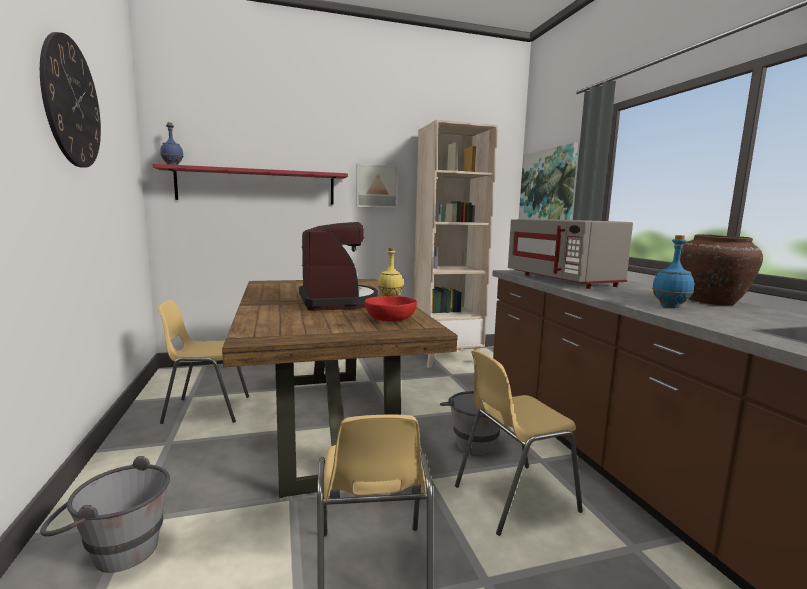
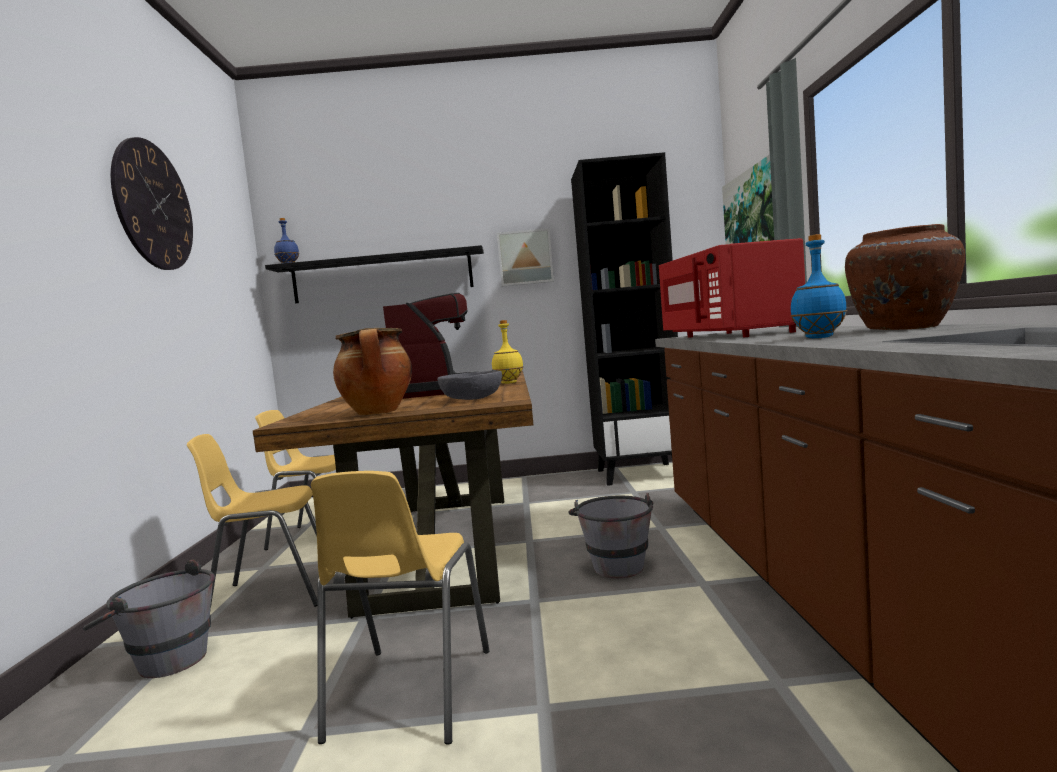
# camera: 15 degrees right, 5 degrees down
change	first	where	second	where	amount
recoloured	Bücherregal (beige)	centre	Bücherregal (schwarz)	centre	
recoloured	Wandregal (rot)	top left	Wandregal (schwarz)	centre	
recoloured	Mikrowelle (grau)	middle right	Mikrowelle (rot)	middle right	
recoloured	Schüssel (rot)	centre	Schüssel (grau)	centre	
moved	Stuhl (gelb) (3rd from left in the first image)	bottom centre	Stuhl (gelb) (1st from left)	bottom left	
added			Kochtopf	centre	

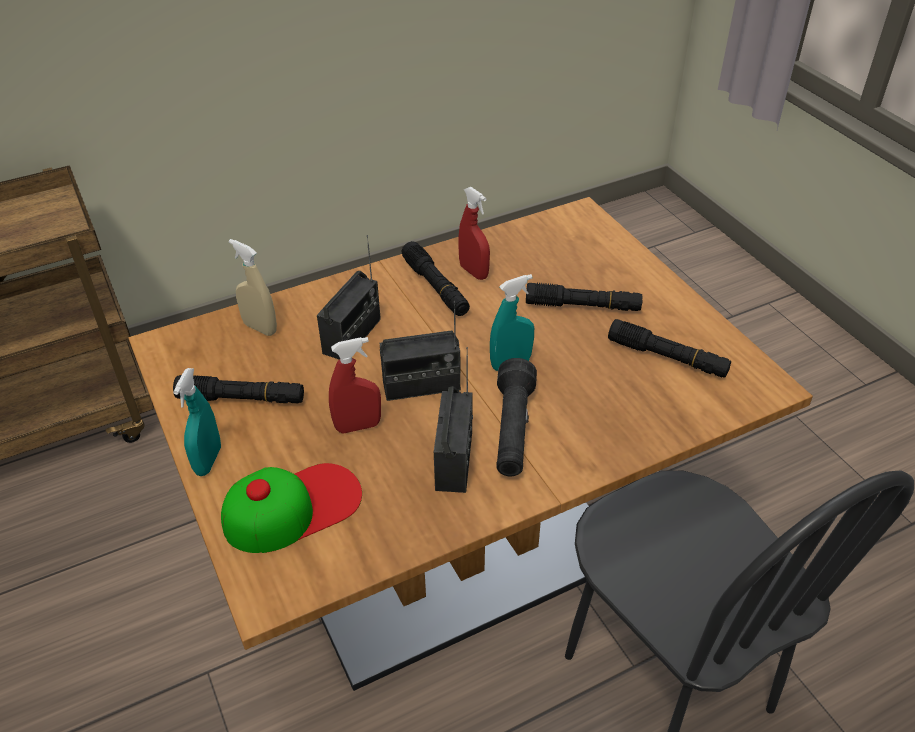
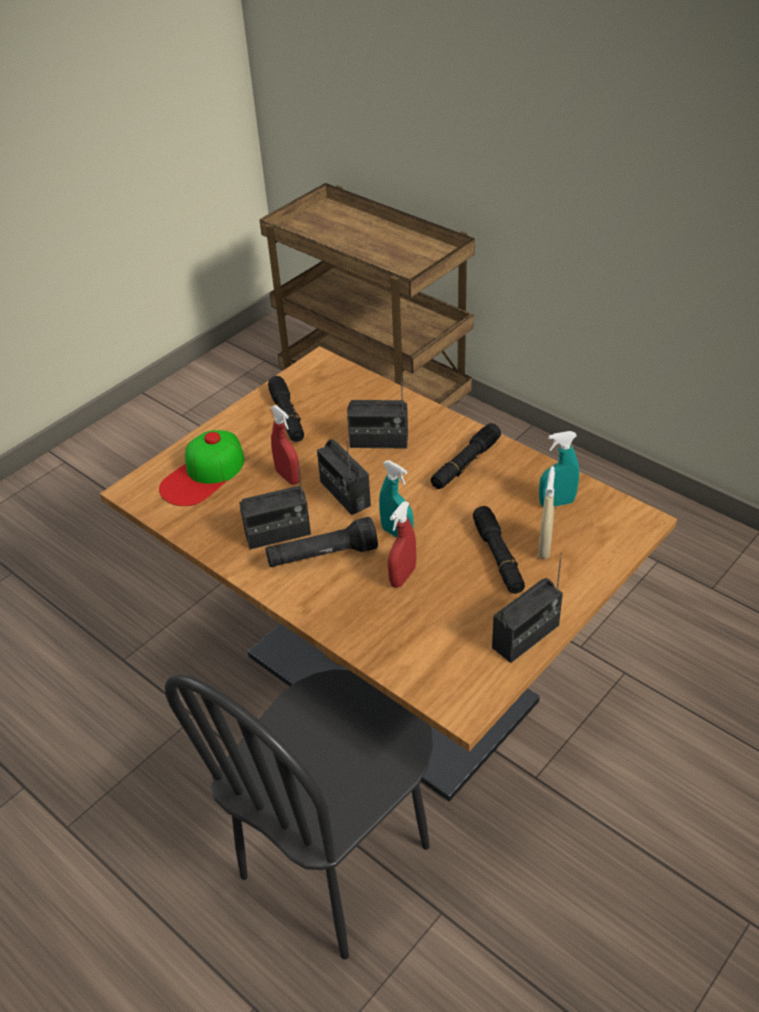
# camera: 70 degrees right, 0 degrees up
change	first	where	second	where	amount
moved	Sprühflasche (rot) (2nd from left)	top centre		centre	
moved	Sprühflasche (beige)	middle left		middle right	
removed	Taschenlampe (schwarz) (5th from left)	middle right			
moved	Sprühflasche (türkis) (1st from left in the first image)	middle left	Sprühflasche (türkis) (2nd from left)	middle right	
turned	Kappe	bottom left		middle left	90 degrees clockwise
added			Radio (4th from left)	middle right	

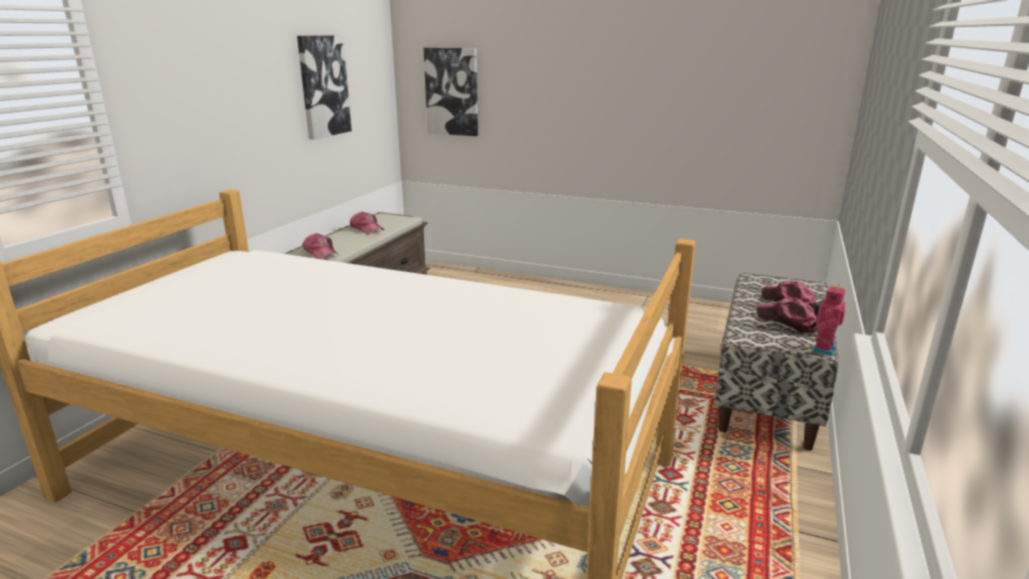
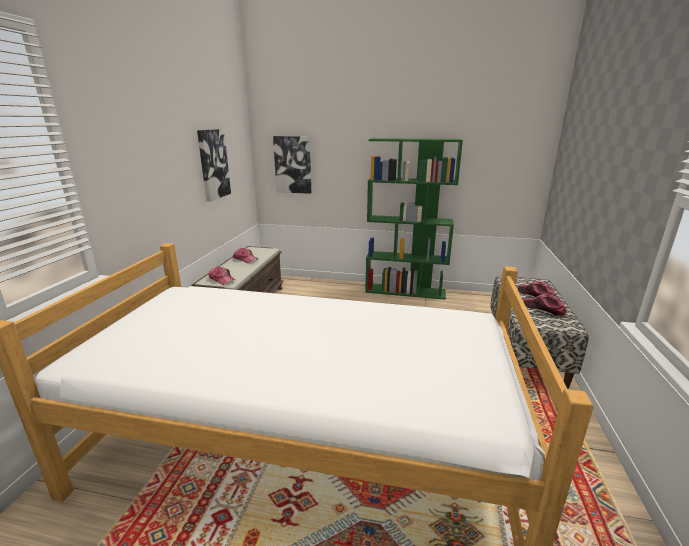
# camera: 10 degrees left, 0 degrees up
change	first	where	second	where	amount
removed	Spielzeugroboter	middle right			
added			Bücherregal (grün)	centre	

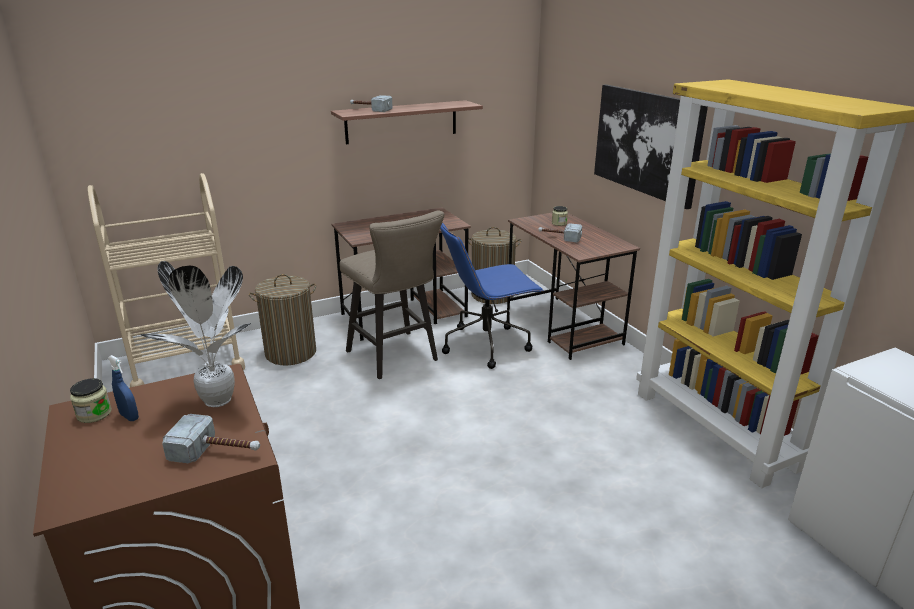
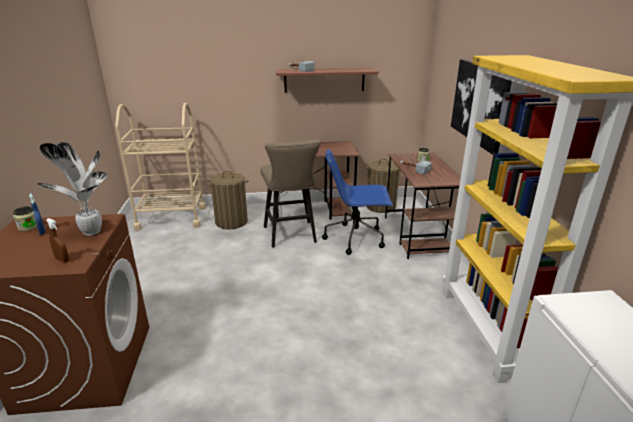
# camera: 20 degrees right, 0 degrees up
change	first	where	second	where	amount
replaced	Hammer (1st from left)	bottom left	Sprühflasche (braun)	middle left	

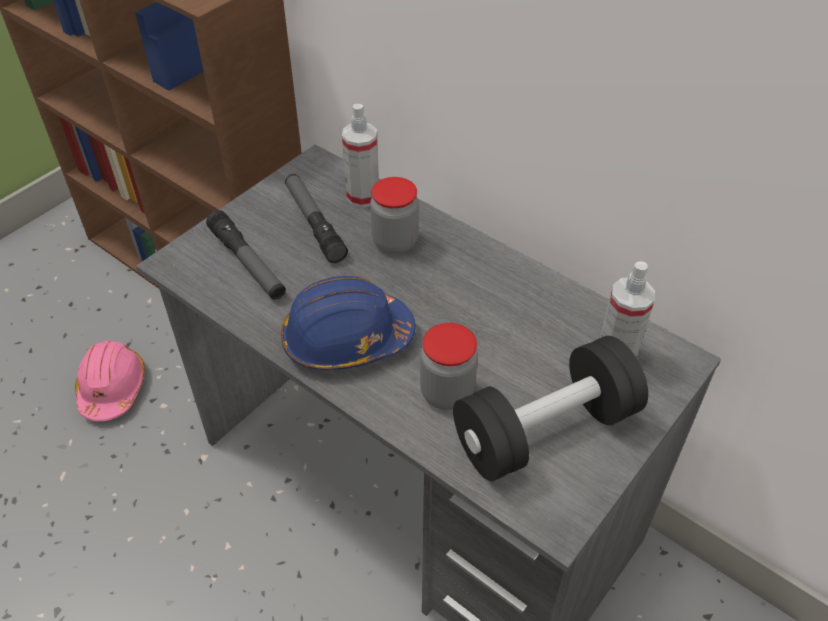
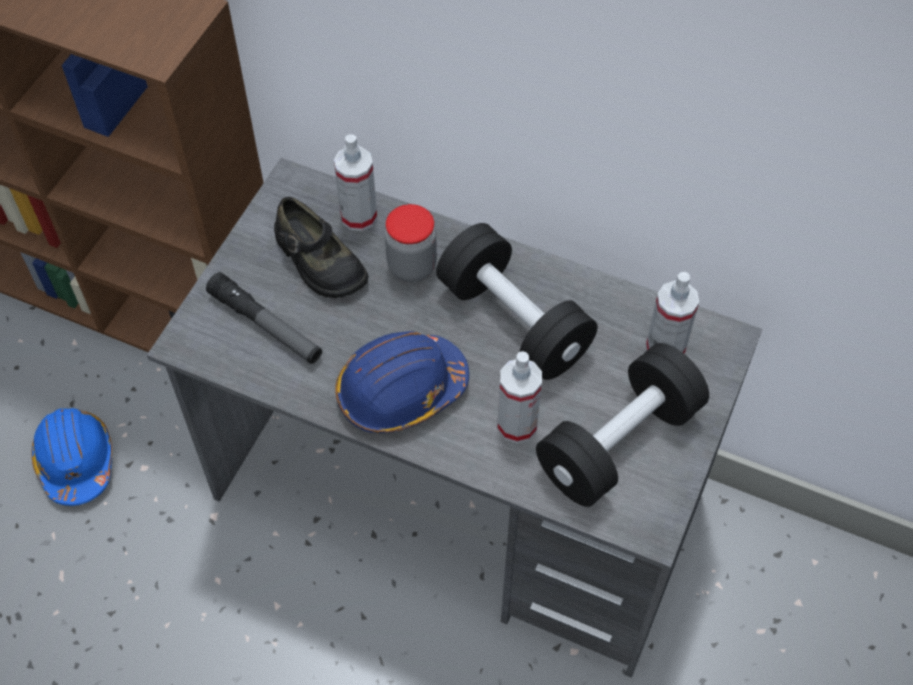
# camera: 15 degrees left, 10 degrees up
change	first	where	second	where	amount
replaced	Taschenlampe (2nd from left)	centre	Schuh (schwarz)	centre	
replaced	Vorratsglas (2nd from left)	centre	Sprühflasche (2nd from left)	centre	
recoloured	Schutzhelm (rosa)	middle left	Schutzhelm (blau) (1st from left)	bottom left	
added			Hantel (schwarz) (1st from left)	centre	

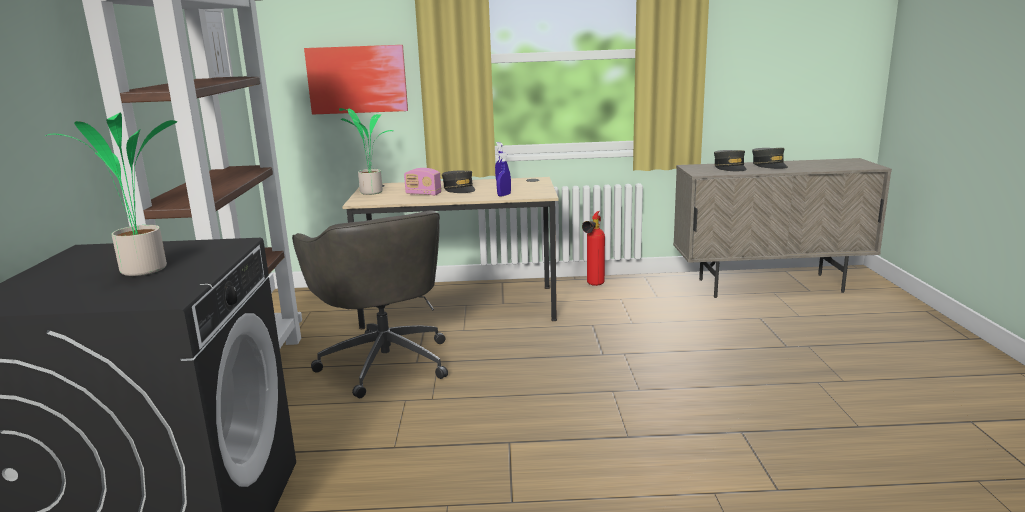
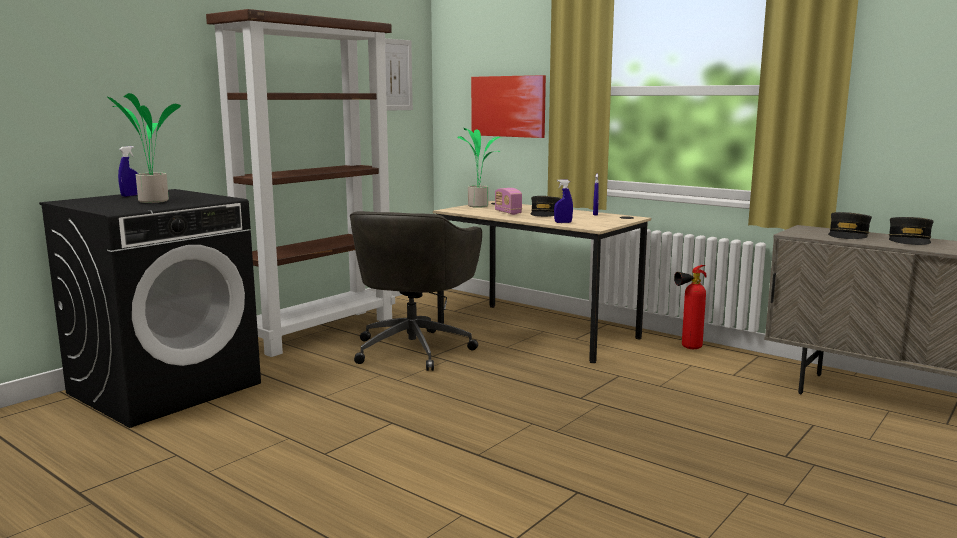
# camera: 40 degrees right, 5 degrees down
change	first	where	second	where	amount
added			Sprühflasche (blau) (1st from left)	top left	

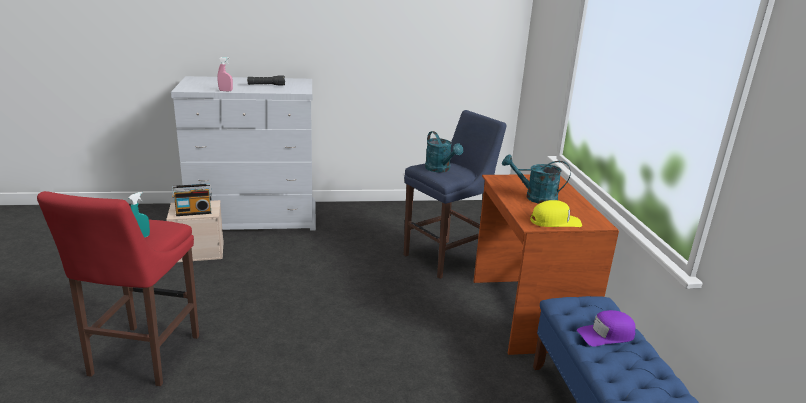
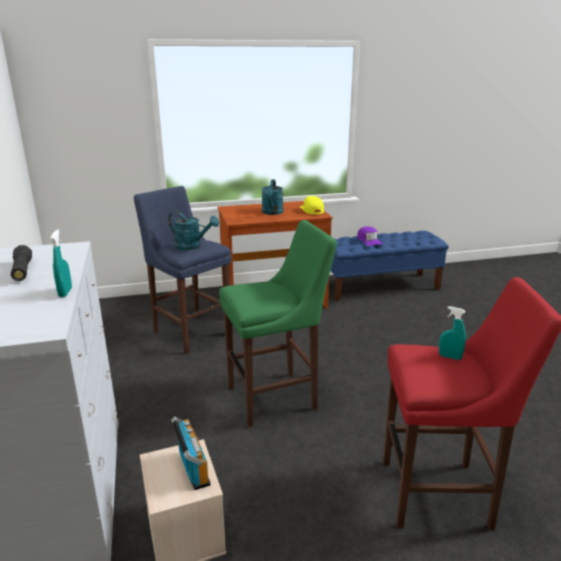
# camera: 95 degrees left, 0 degrees up
change	first	where	second	where	amount
recoloured	Sprühflasche (rosa)	top left	Sprühflasche (türkis) (1st from left)	middle left	
turned	Gießkanne (türkis) (1st from left)	centre		centre	60 degrees clockwise
added			Hocker (grün)	centre	

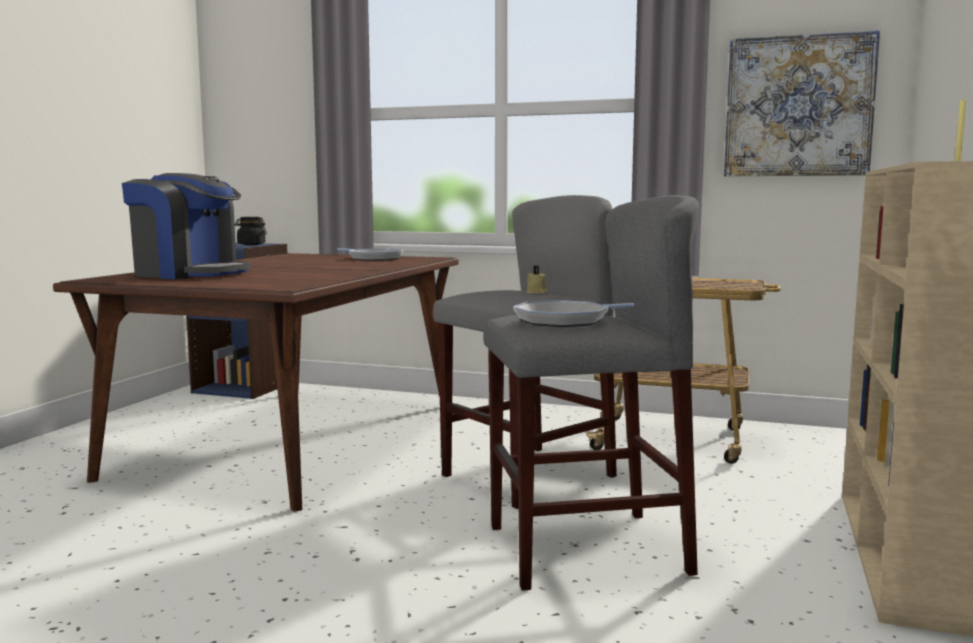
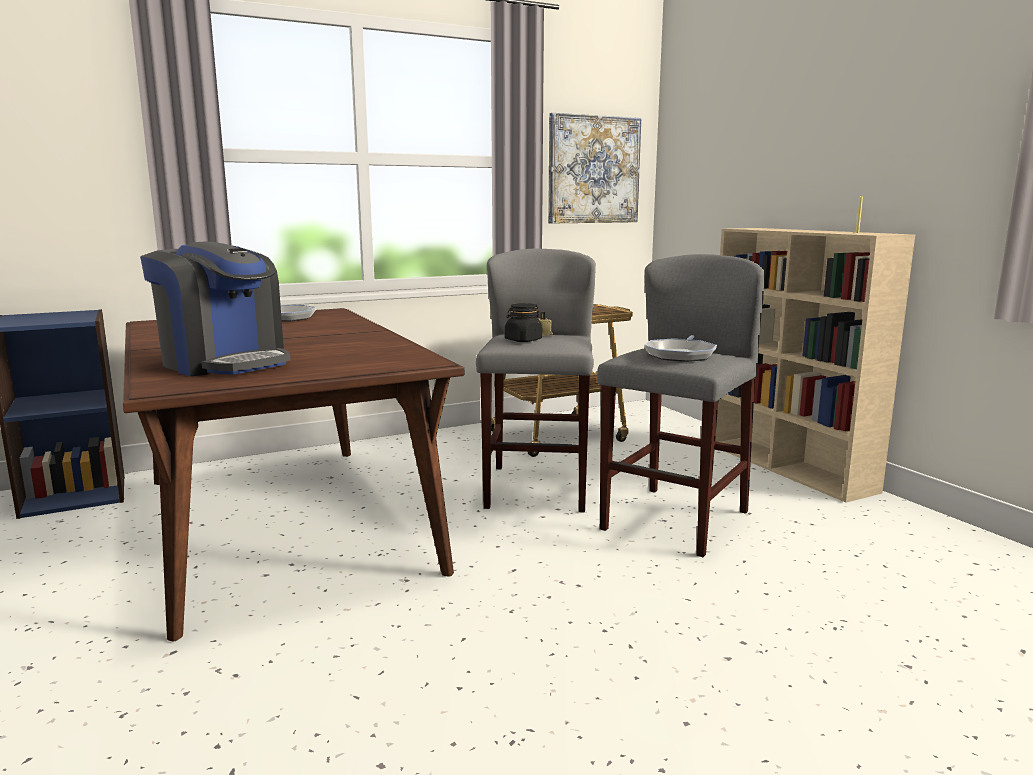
# camera: 45 degrees left, 5 degrees up
change	first	where	second	where	amount
turned	Kaffeemaschine	middle left		middle left	60 degrees clockwise
moved	Vorratsglas (schwarz)	middle left		centre	

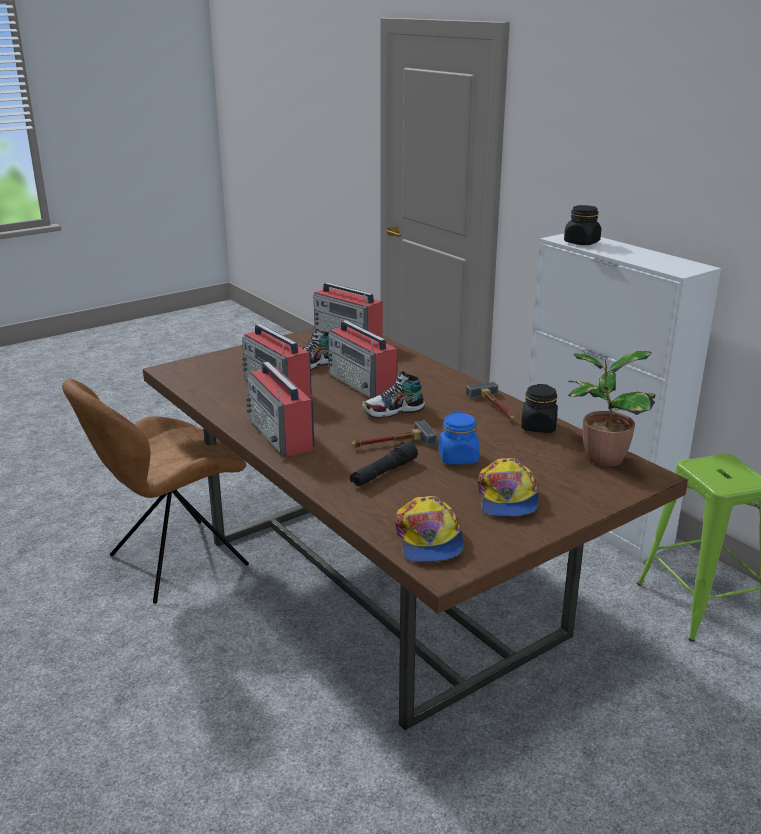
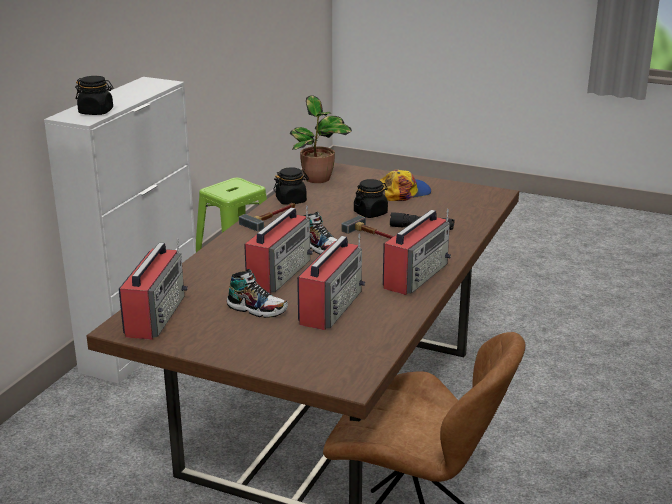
# camera: 120 degrees left, 0 degrees up
change	first	where	second	where	amount
recoloured	Vorratsglas (blau)	centre	Vorratsglas (schwarz) (3rd from left)	centre	
removed	Kappe (1st from left)	centre			

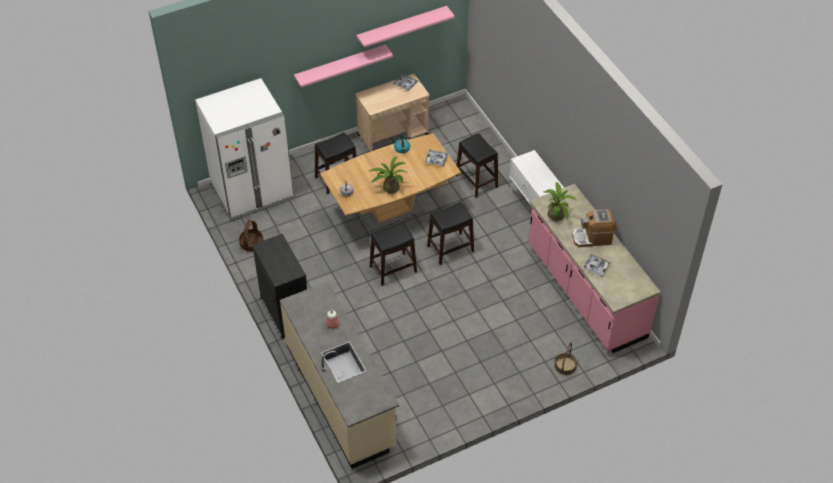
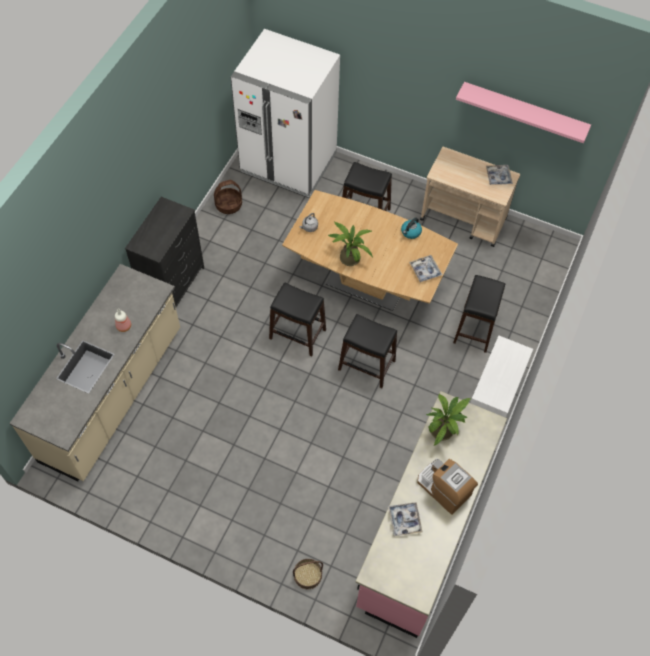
# camera: 50 degrees right, 10 degrees up
change	first	where	second	where	amount
removed	Wandregal (rosa) (1st from left)	top centre			

